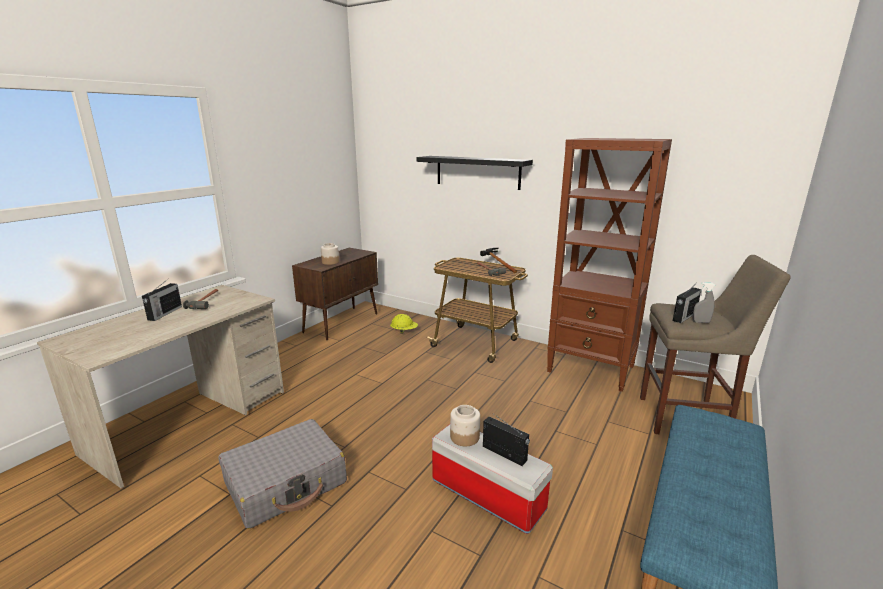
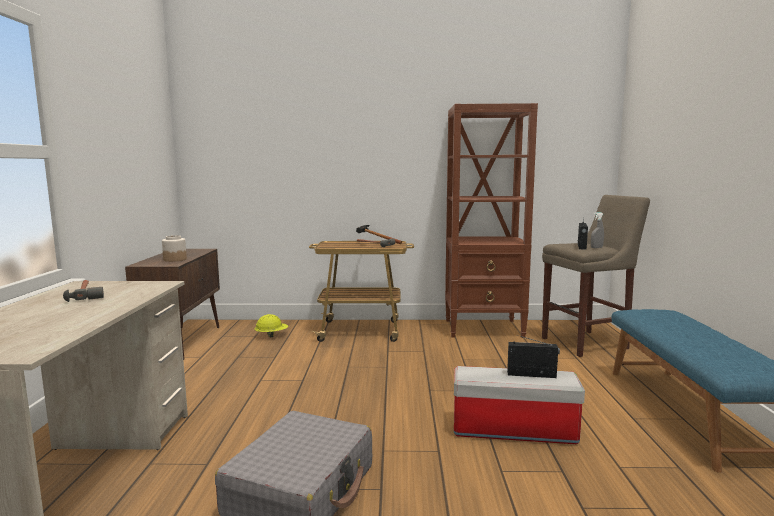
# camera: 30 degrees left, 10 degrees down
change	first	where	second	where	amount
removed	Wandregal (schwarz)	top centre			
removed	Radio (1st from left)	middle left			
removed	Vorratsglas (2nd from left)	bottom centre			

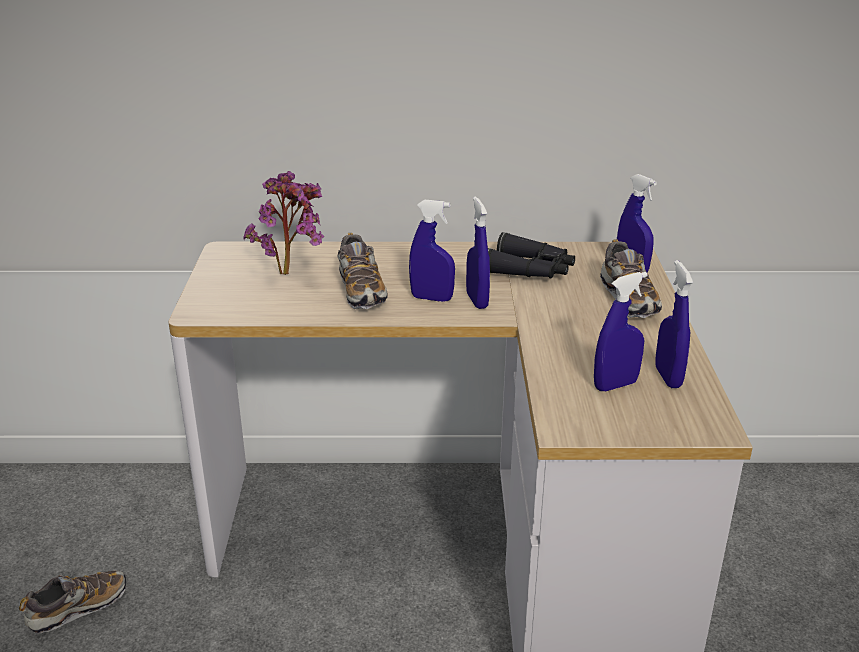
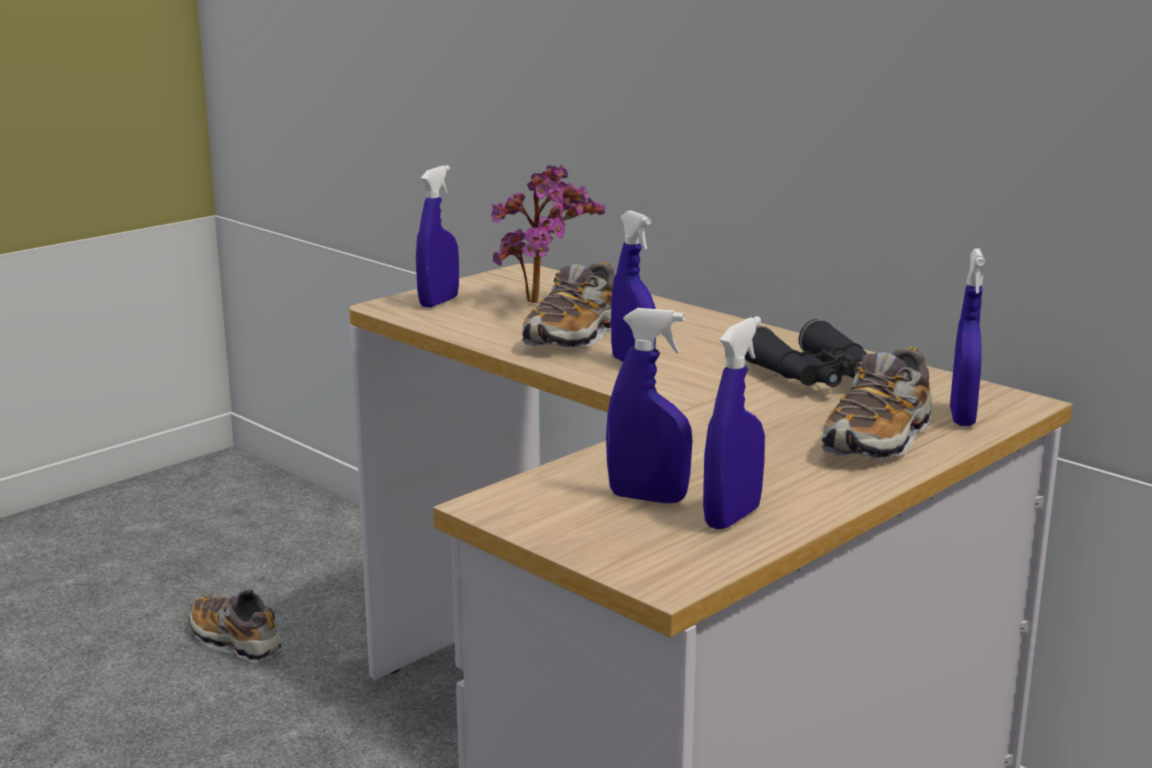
# camera: 45 degrees right, 10 degrees down
change	first	where	second	where	amount
moved	Sprühflasche (blau) (2nd from left in the first image)	centre	Sprühflasche (blau) (1st from left)	top centre	
turned	Schuh (1st from left)	bottom left		bottom left	150 degrees counterclockwise

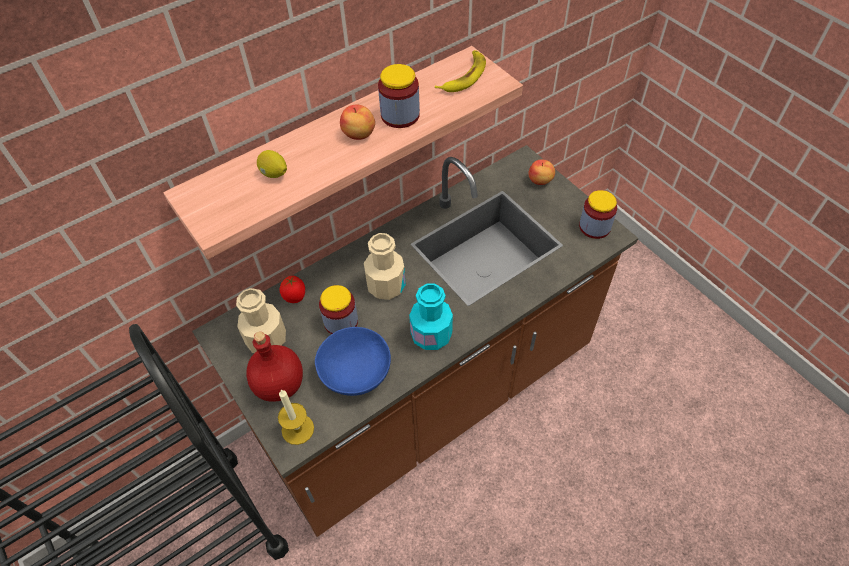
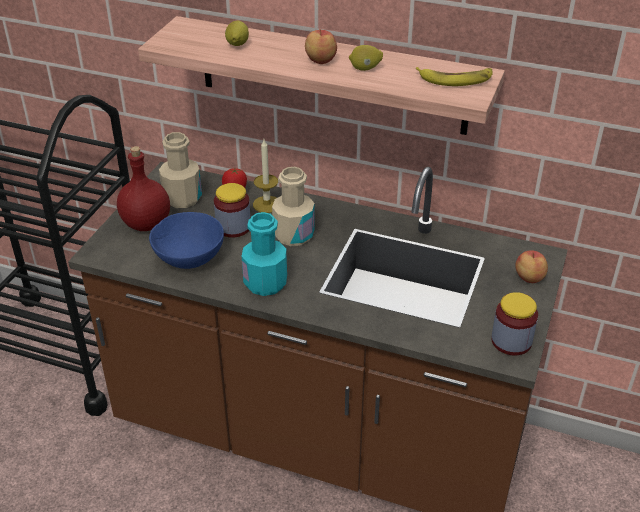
# camera: 55 degrees right, 15 degrees down
change	first	where	second	where	amount
replaced	Vorratsglas (2nd from left)	top centre	Zitrone (2nd from left)	top centre	
moved	Kerze	bottom centre		centre	

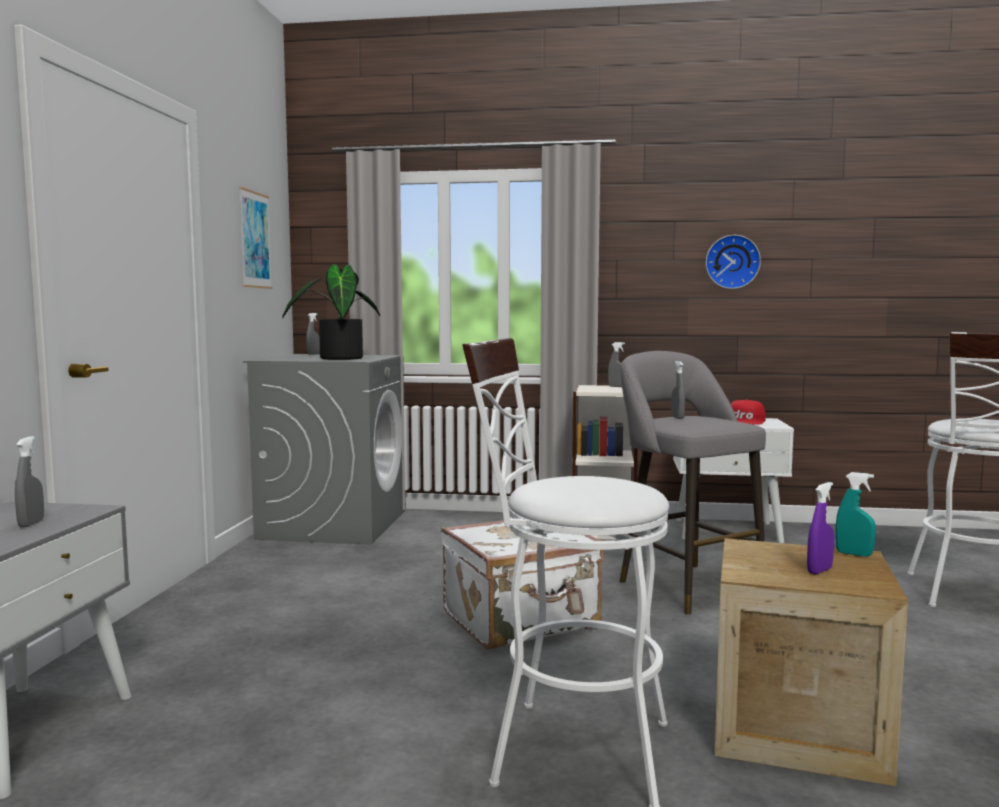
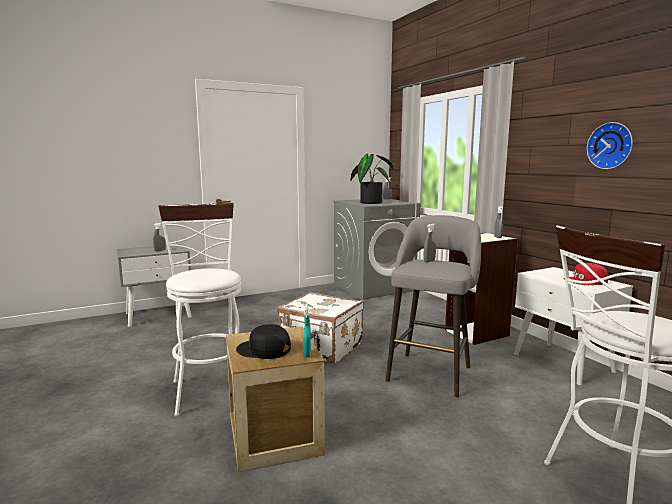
# camera: 55 degrees right, 5 degrees up
change	first	where	second	where	amount
removed	Bild	top left			
replaced	Sprühflasche (lila)	middle right	Kappe (schwarz)	bottom centre	

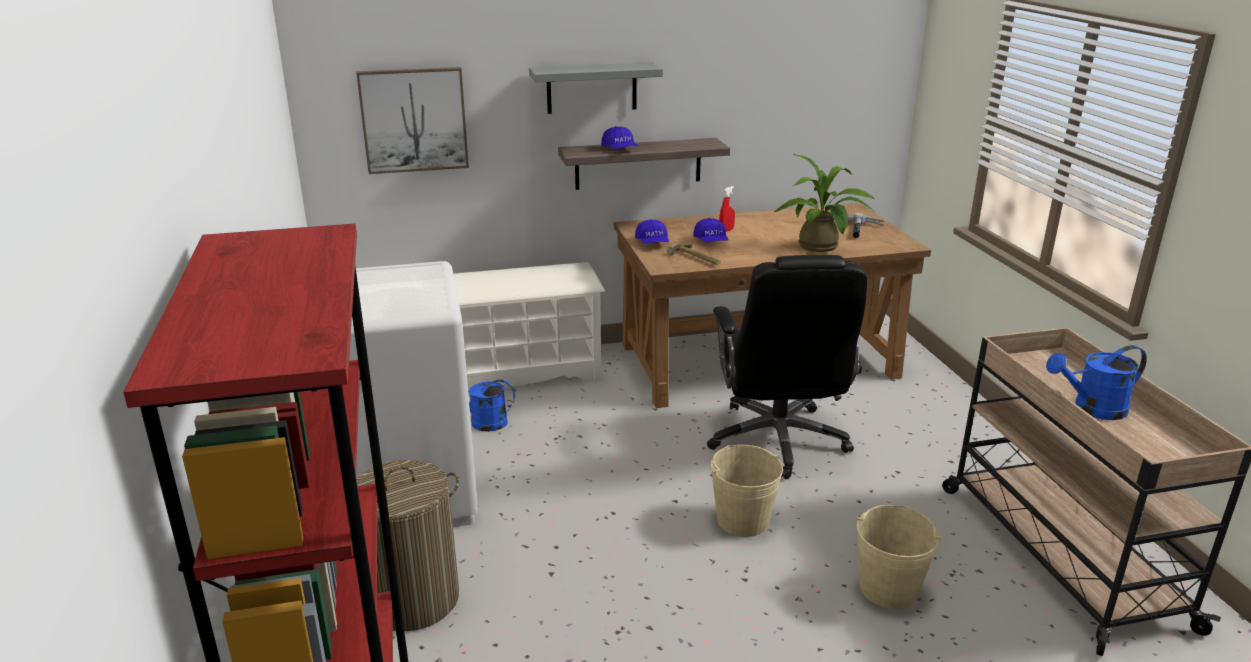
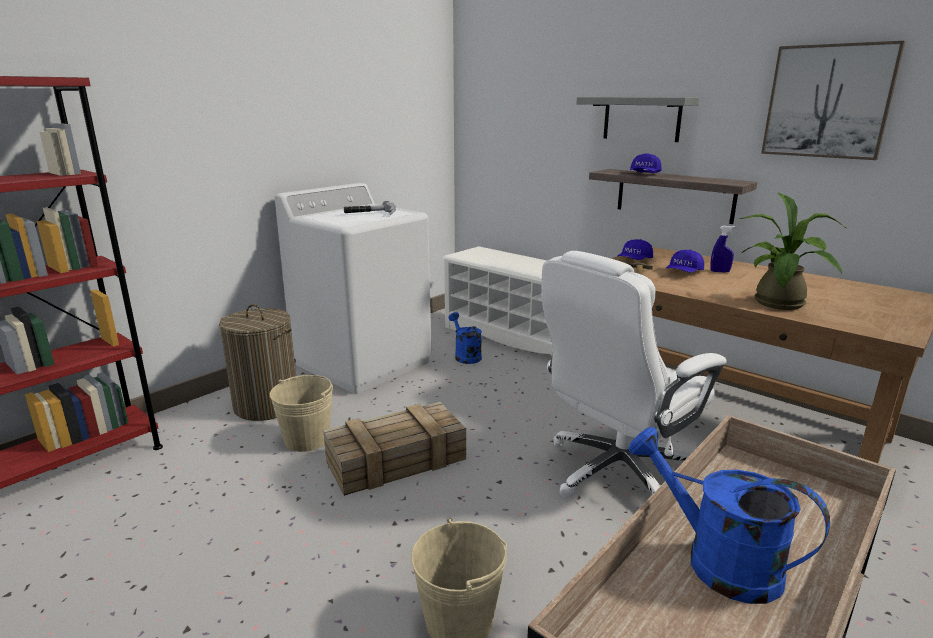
# camera: 55 degrees right, 5 degrees down
change	first	where	second	where	amount
moved	Bild	top left		top right	
recoloured	Sprühflasche (rot)	top centre	Sprühflasche (blau)	middle right	
moved	Hammer (2nd from left in the first image)	middle right	Hammer (1st from left)	top centre	
recoloured	Bürostuhl (schwarz)	centre	Bürostuhl (weiß)	middle right	
moved	Eimer (beige) (1st from left)	bottom centre		middle left	
added			Kiste	bottom centre	

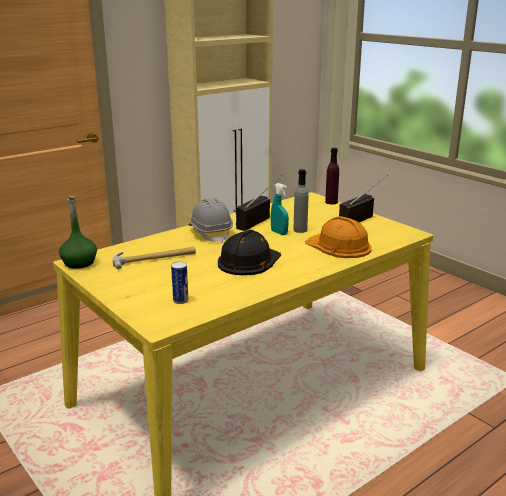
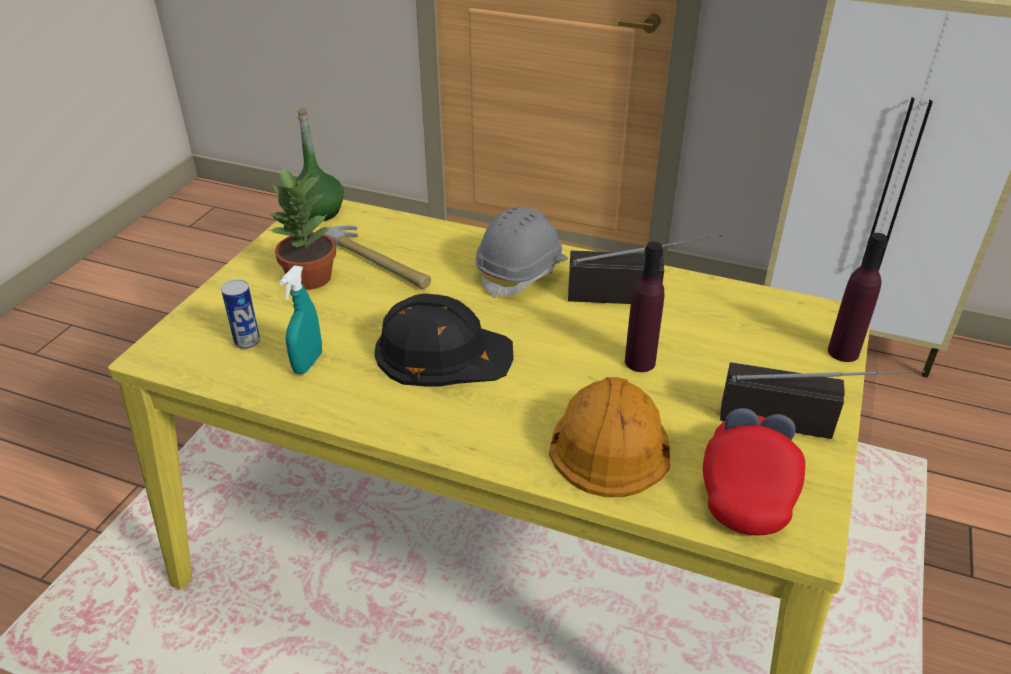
# camera: 60 degrees right, 15 degrees up
change	first	where	second	where	amount
recoloured	Flasche (grau)	centre	Flasche (lila) (1st from left)	centre	
moved	Sprühflasche (türkis)	centre		middle left	
added			Topfpflanze	middle left	
added			Kappe (rot)	bottom right	

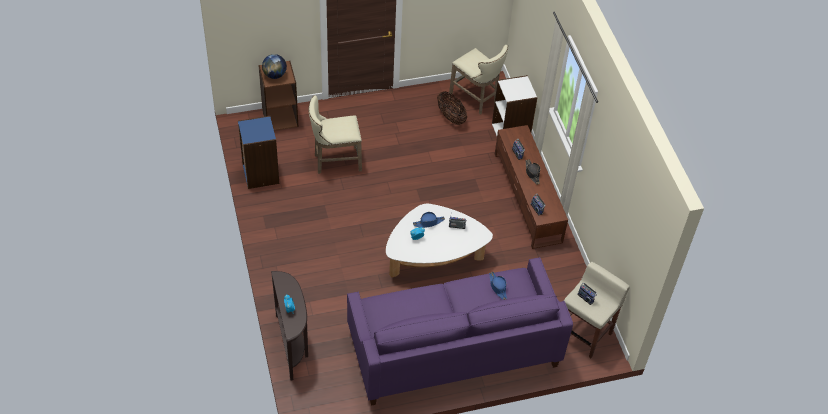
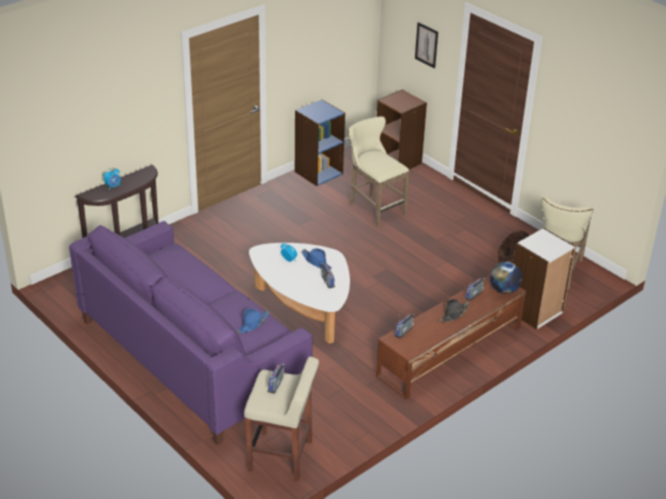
# camera: 65 degrees right, 15 degrees down
change	first	where	second	where	amount
moved	Globus	top left		middle right	
added			Bild	top centre	

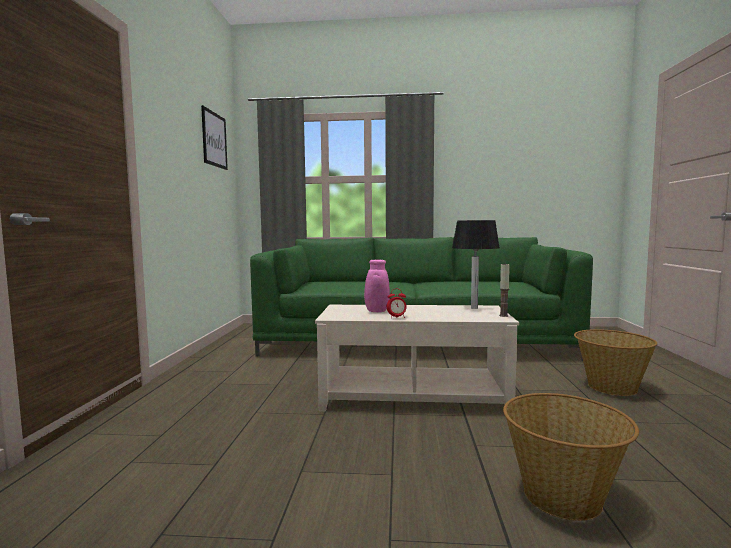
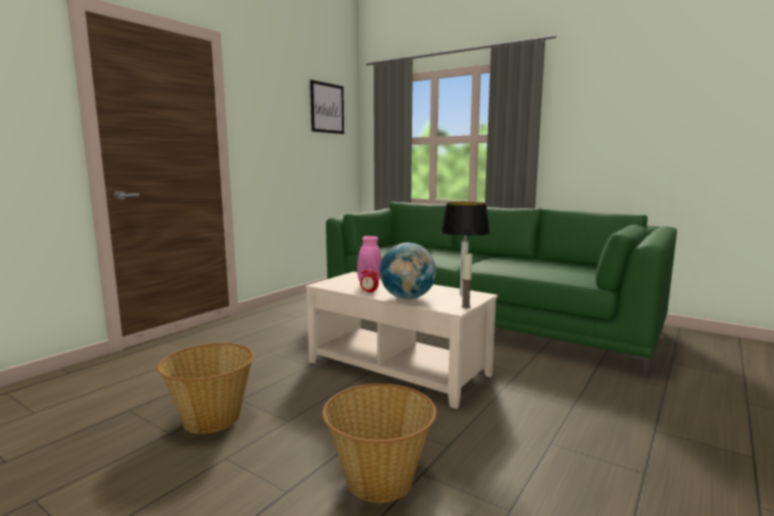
# camera: 30 degrees right, 5 degrees up
change	first	where	second	where	amount
moved	Korb (2nd from left in the first image)	middle right	Korb (1st from left)	bottom left	
added			Globus	centre	

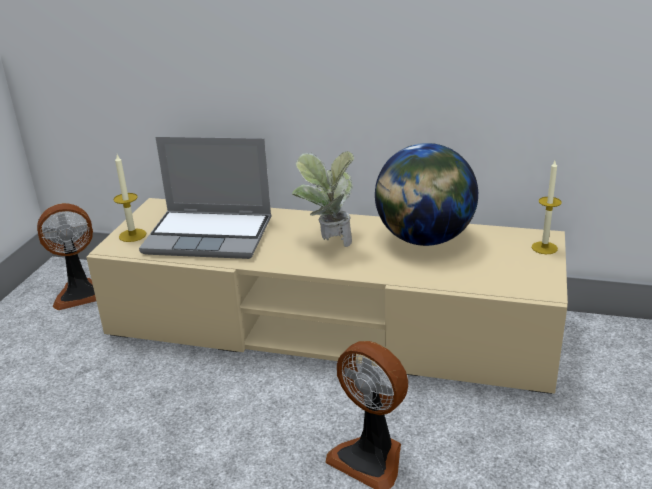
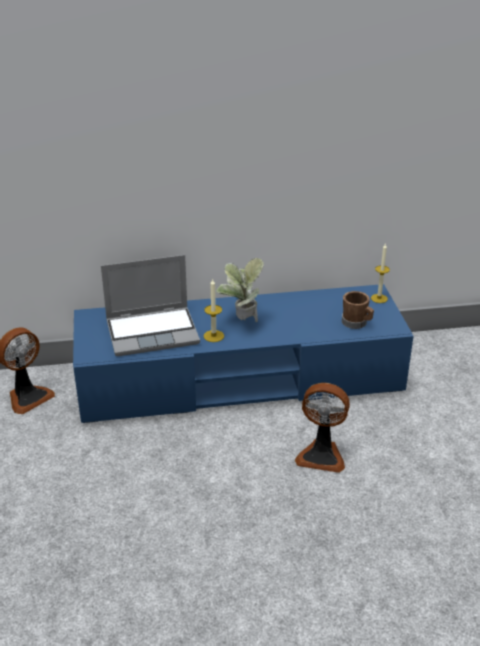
# camera: 25 degrees left, 5 degrees up
change	first	where	second	where	amount
removed	Globus	centre			
moved	Kerze (1st from left)	middle left		centre	
recoloured	Fernsehschrank (beige)	centre	Fernsehschrank (blau)	centre	
added			Henkelbecher (braun)	middle right	

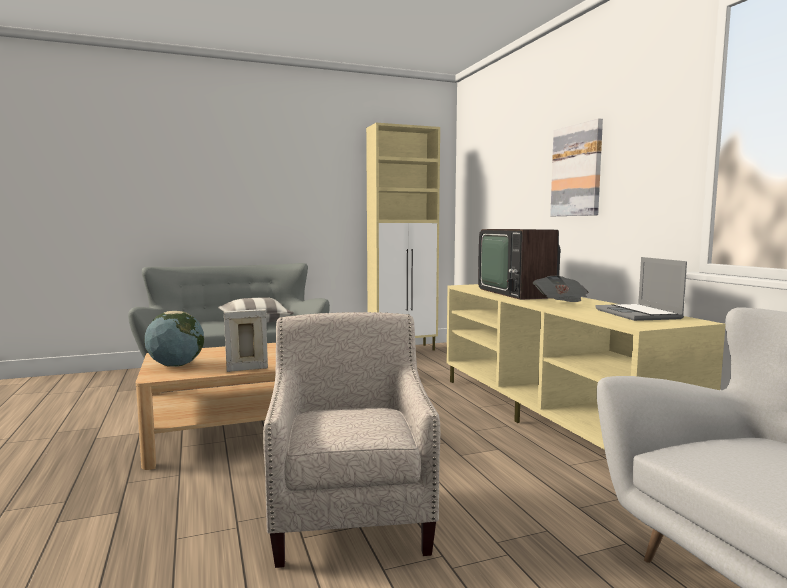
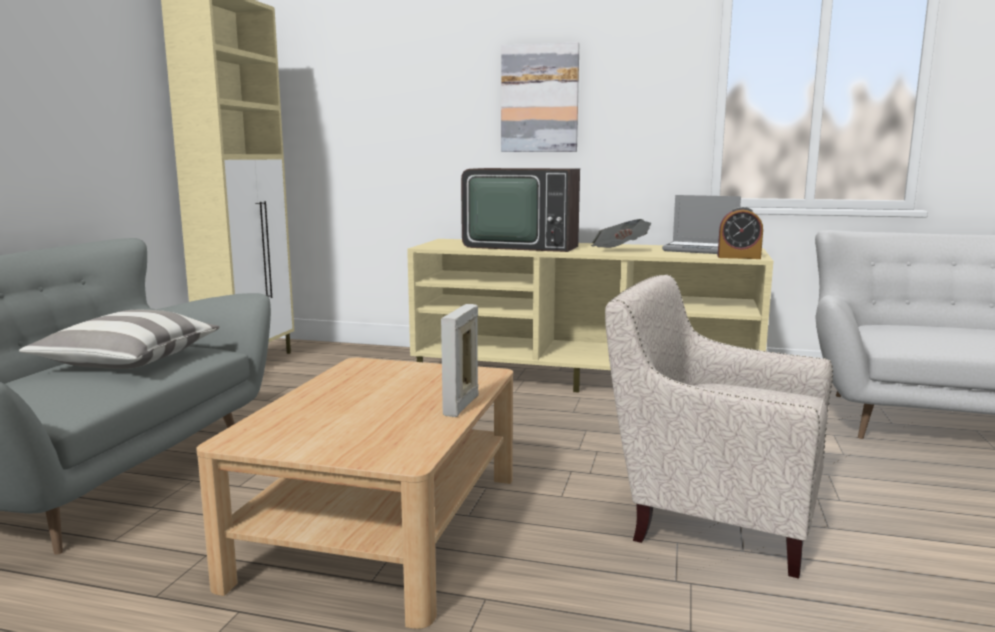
# camera: 55 degrees left, 5 degrees up
change	first	where	second	where	amount
removed	Globus	middle left			
added			Wecker	middle right	

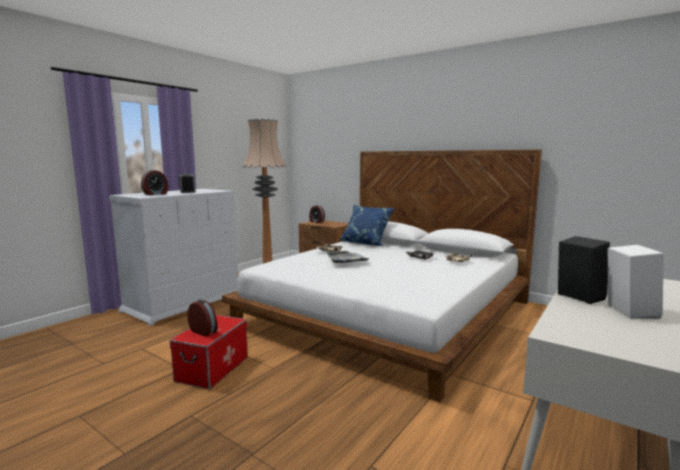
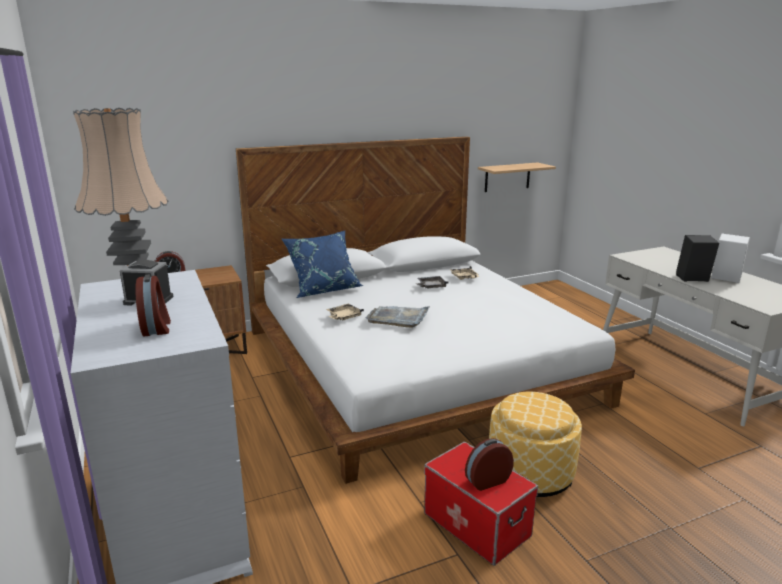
# camera: 60 degrees left, 10 degrees up
change	first	where	second	where	amount
added			Wandregal	top centre	
added			Polsterhocker	bottom right	

